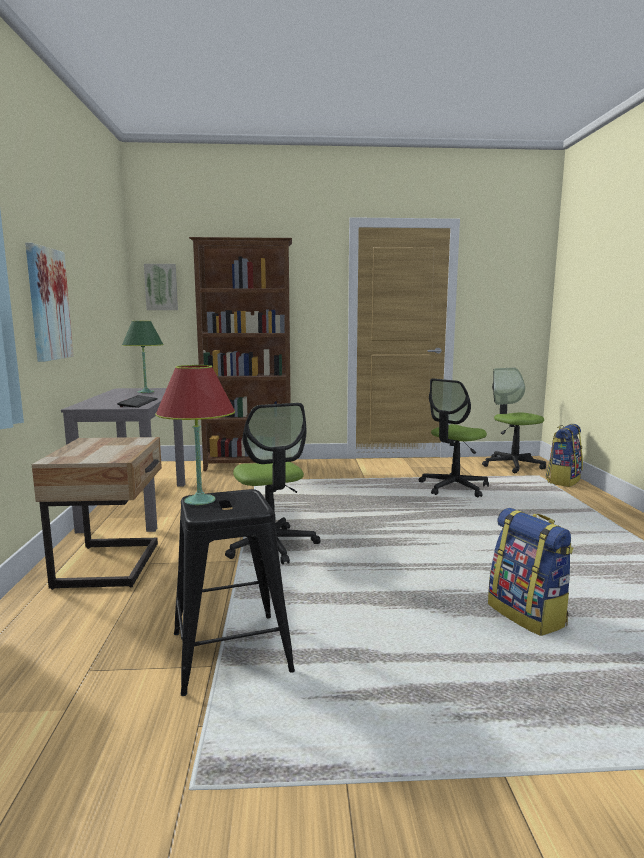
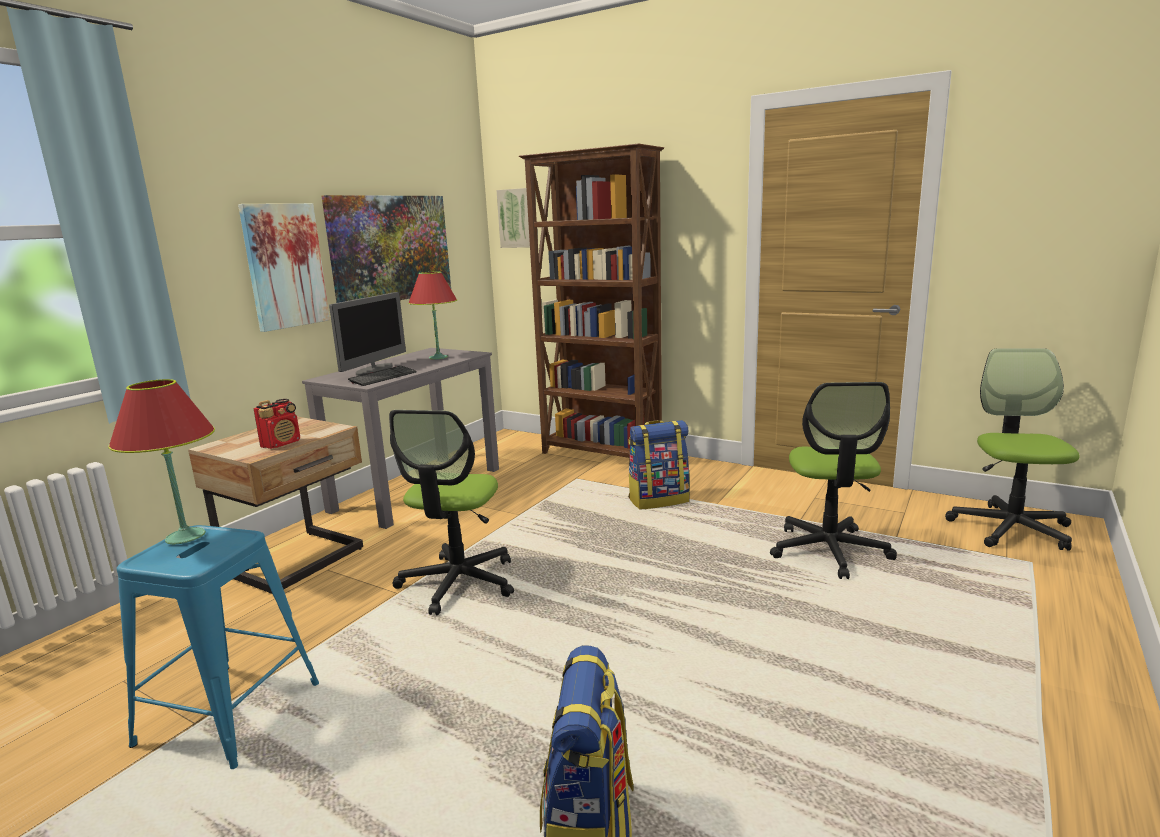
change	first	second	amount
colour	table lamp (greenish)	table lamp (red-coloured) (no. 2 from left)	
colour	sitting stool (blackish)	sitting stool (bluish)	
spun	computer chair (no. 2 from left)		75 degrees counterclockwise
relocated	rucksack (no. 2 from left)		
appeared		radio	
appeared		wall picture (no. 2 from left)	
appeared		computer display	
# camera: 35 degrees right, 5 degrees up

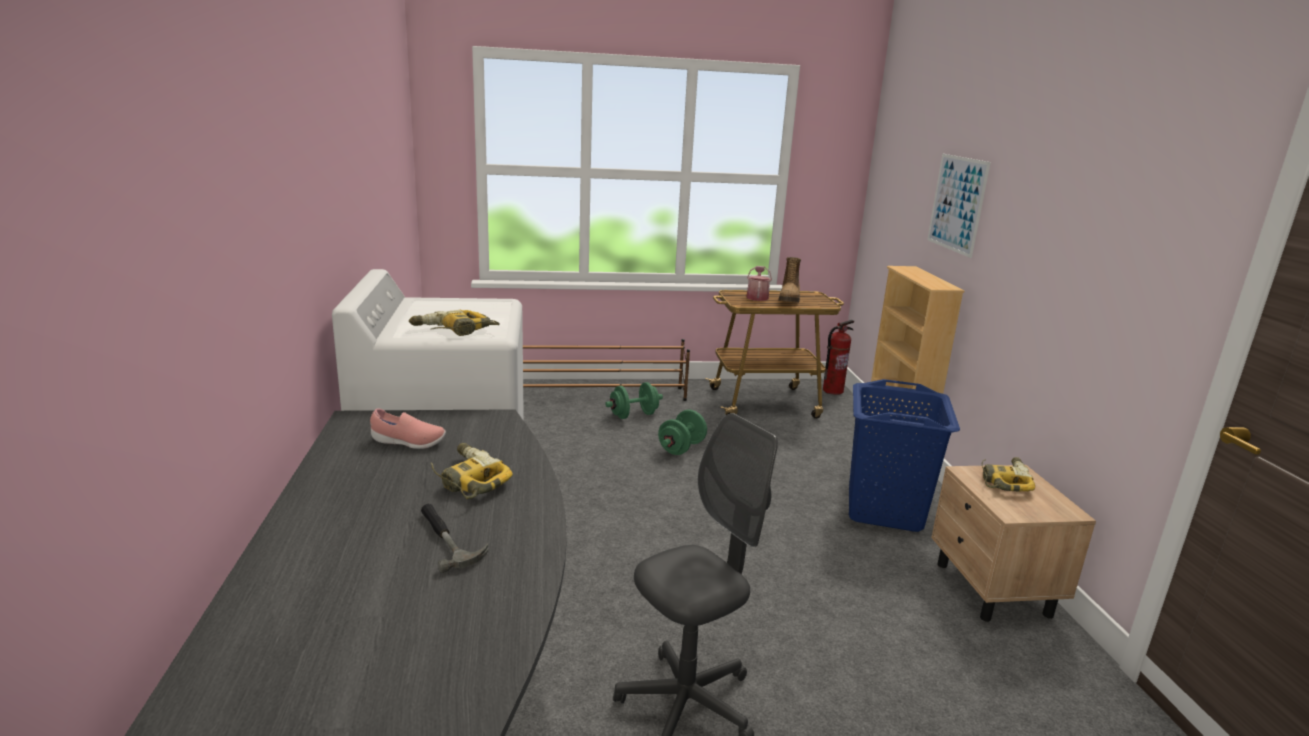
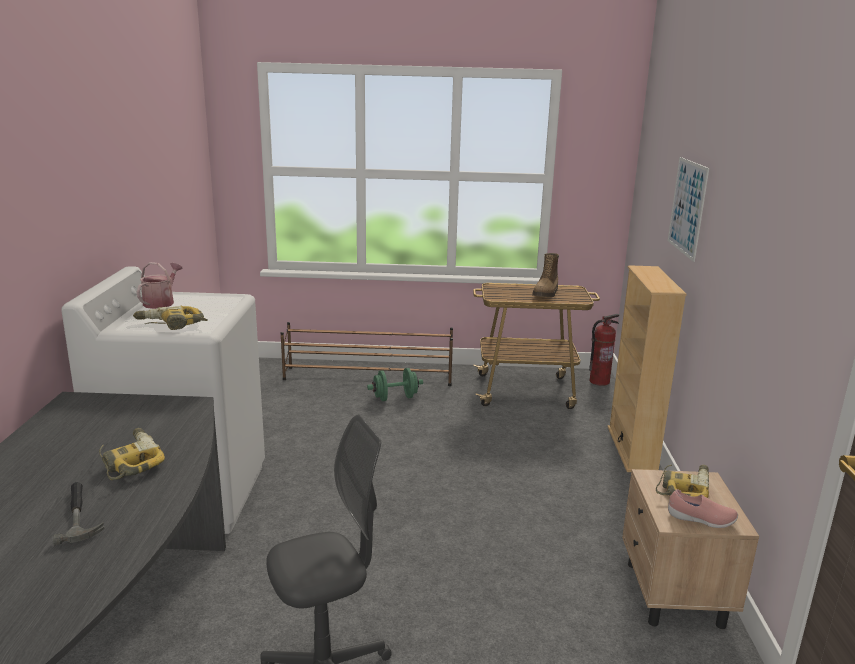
change	first	second	amount
relocated	item of footwear (pink-coloured)		
missing	dumbbell (greenish) (no. 2 from left)		
relocated	watering pot		
missing	hamper (bluish)		
# camera: 10 degrees right, 0 degrees up

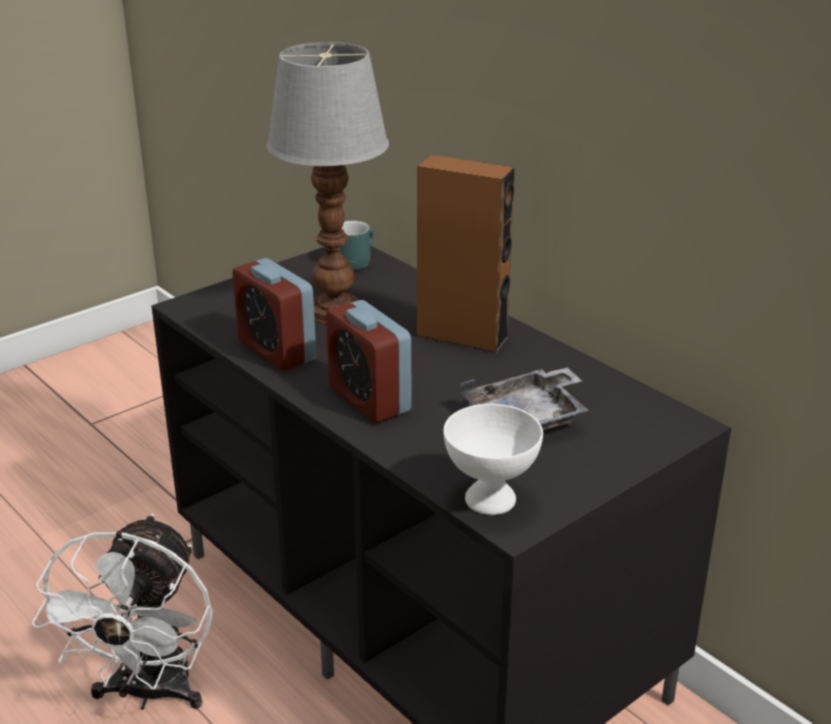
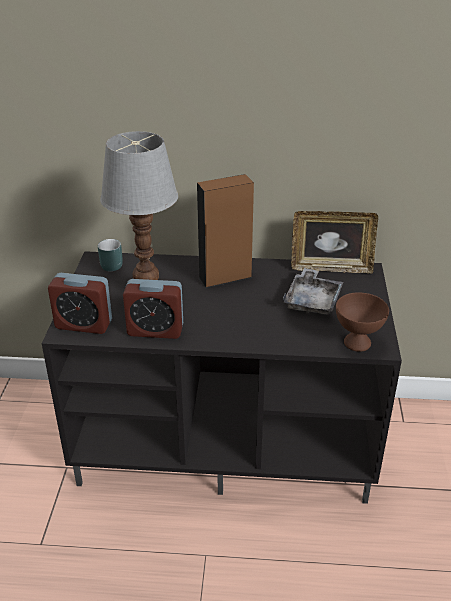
change	first	second	amount
missing	electric fan (white-coloured)		
relocated	table clock (no. 2 from left in the first image)	table clock (no. 1 from left)	
colour	deep dish (white-coloured)	deep dish (brown-coloured)	
appeared		standing frame	
# camera: 45 degrees left, 5 degrees up

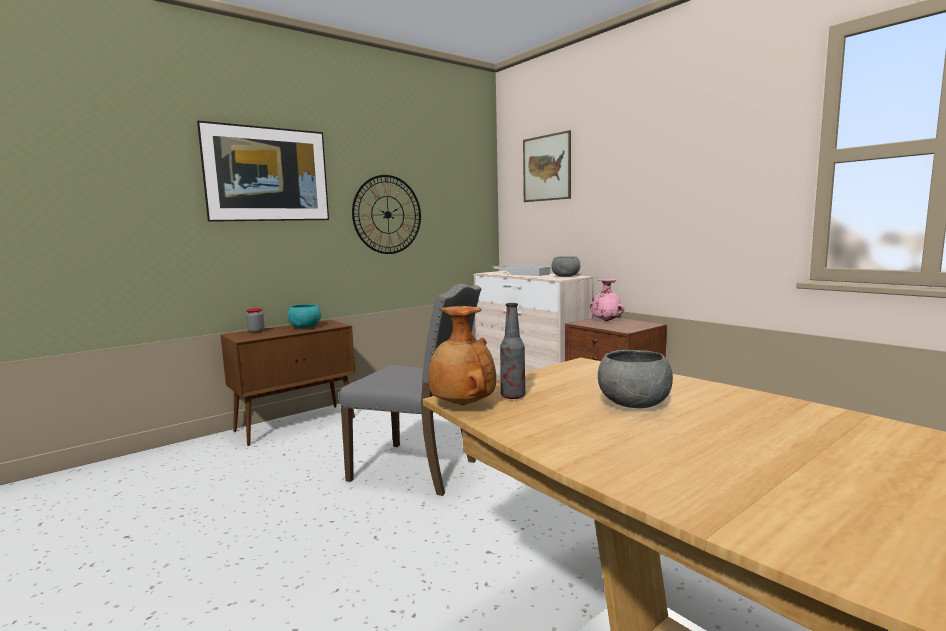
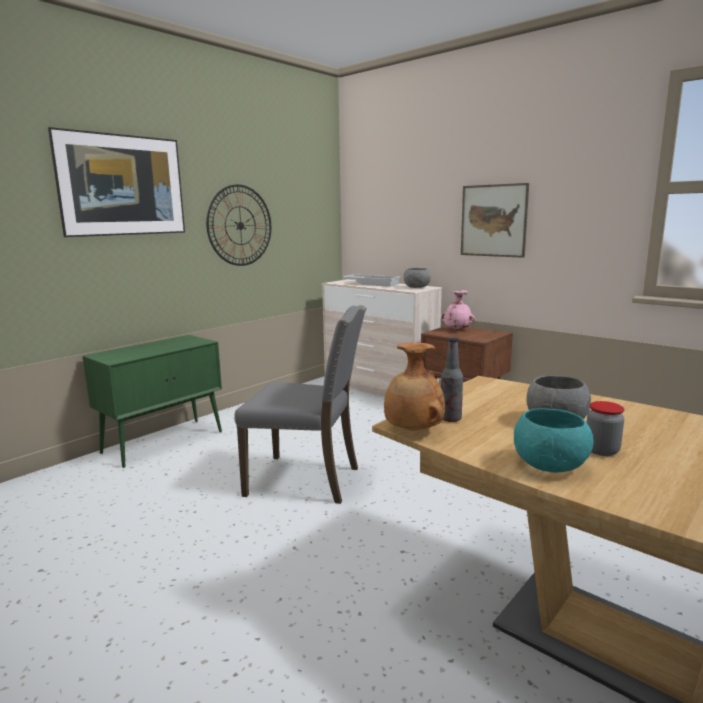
change	first	second	amount
colour	cabinet (brown-coloured)	cabinet (greenish)	
relocated	jar		
relocated	deep dish (blue-green)		
relocated	wall picture (no. 2 from left)		
# camera: 10 degrees left, 5 degrees up

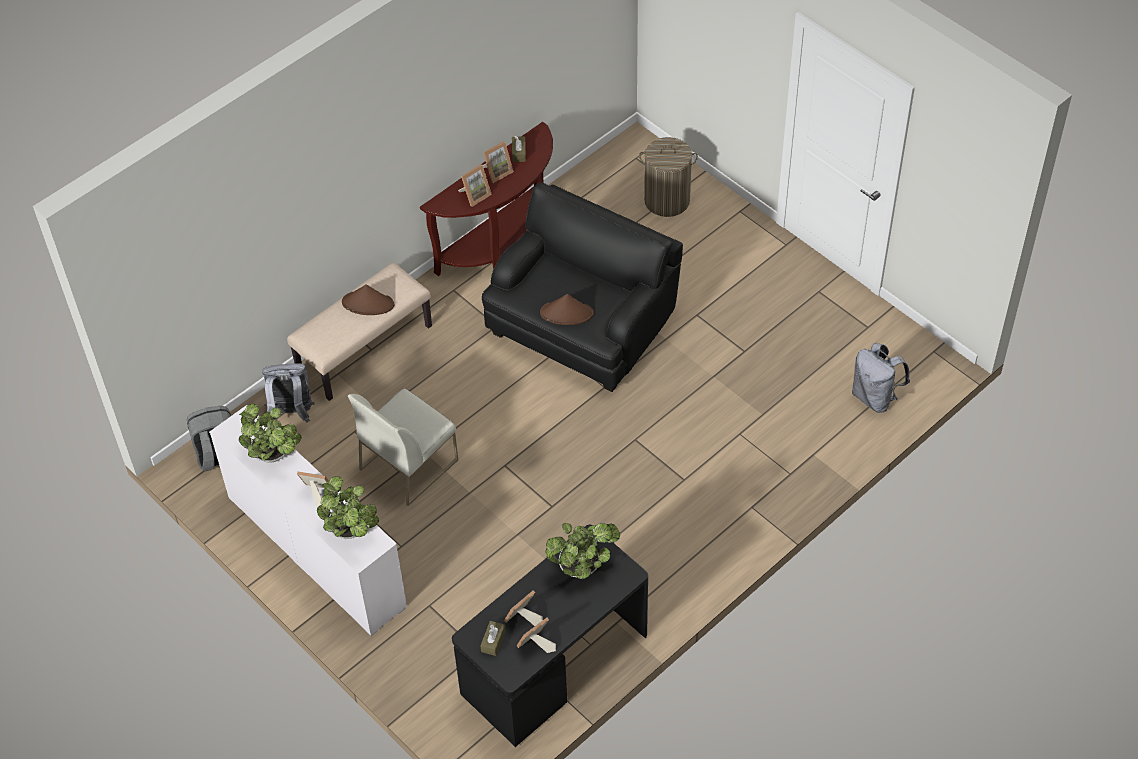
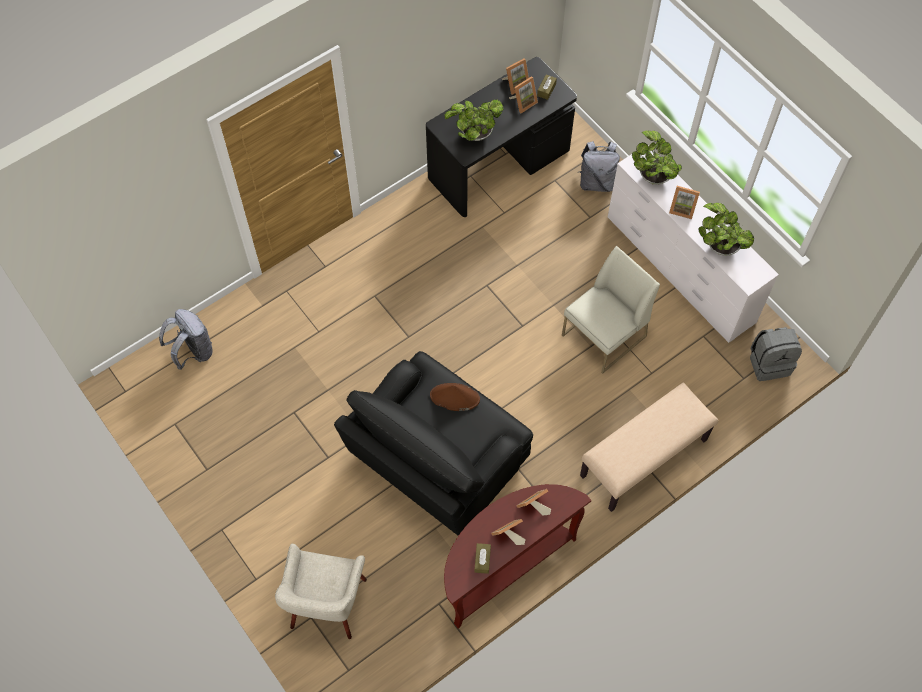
change	first	second	amount
relocated	rucksack (gray) (no. 2 from left)		
missing	clothing hat (brown-coloured) (no. 1 from left)		
exchanged	hamper	armchair (beige-coloured)	
# camera: 175 degrees left, 10 degrees up

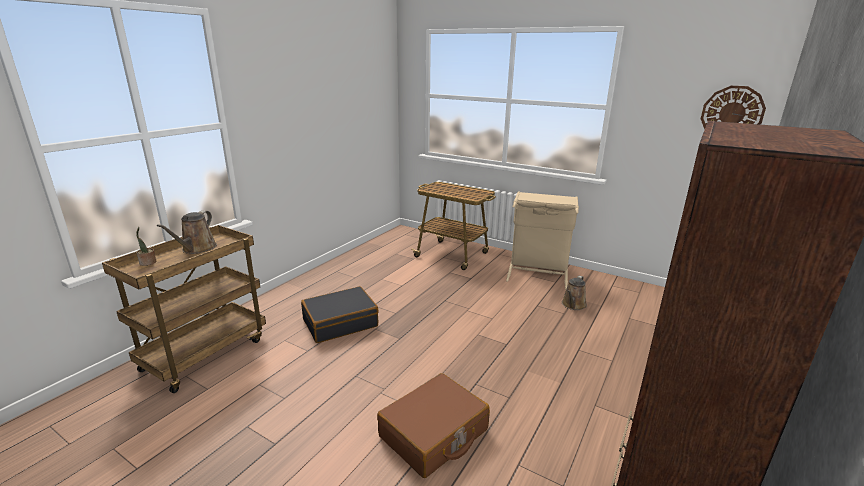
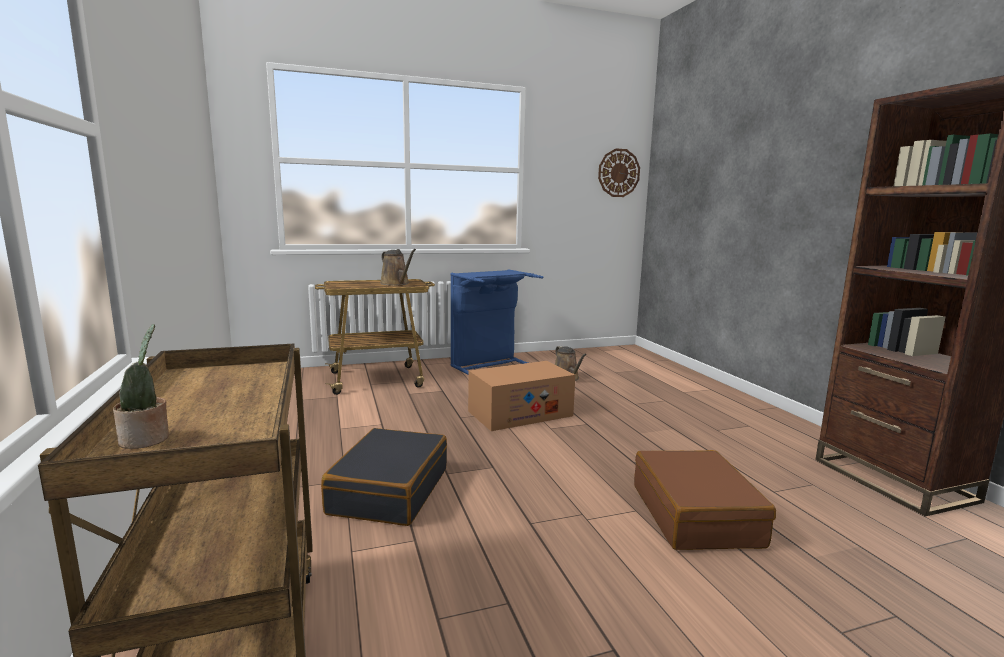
change	first	second	amount
relocated	watering pot (brown-coloured) (no. 1 from left)		
colour	hamper (beige-coloured)	hamper (bluish)	
appeared		cardboard box	
# camera: 50 degrees left, 10 degrees down

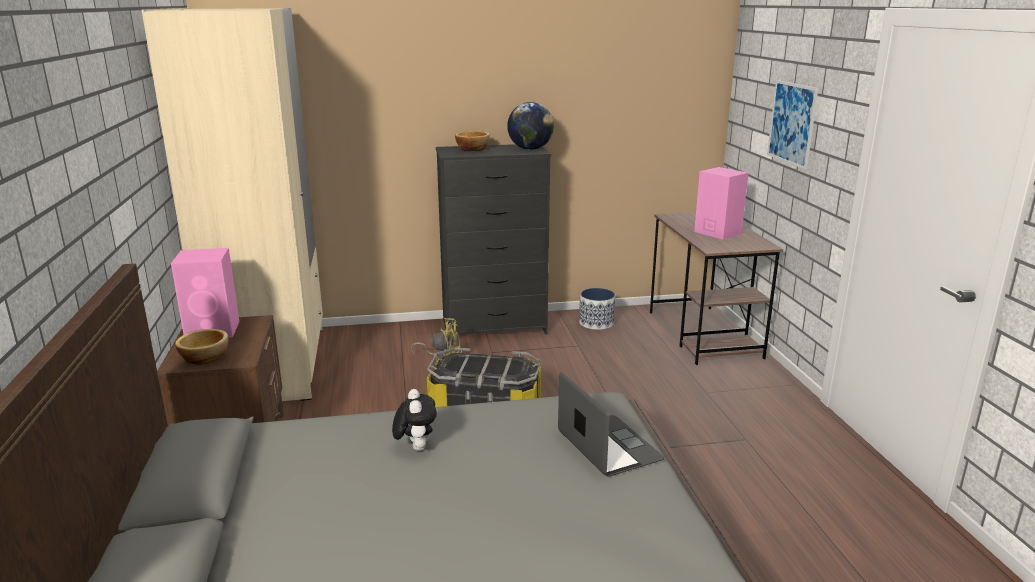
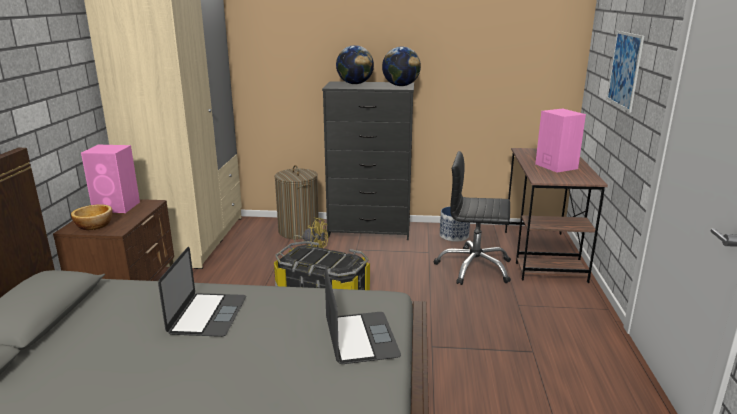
change	first	second	amount
exchanged	cuddly toy	laptop (no. 1 from left)	
exchanged	deep dish (no. 2 from left)	world globe (no. 1 from left)	
appeared		hamper	
appeared		computer chair (blackish)	
# camera: 15 degrees right, 0 degrees up

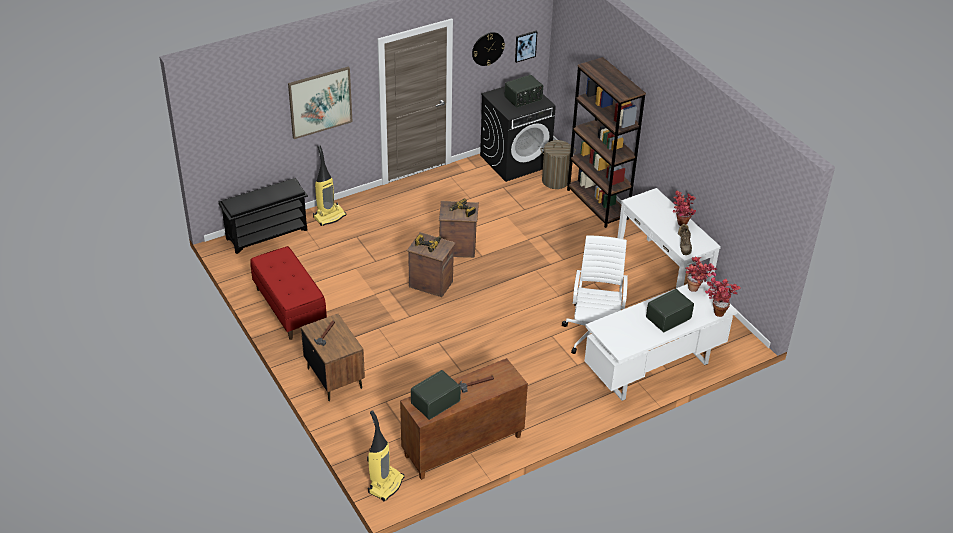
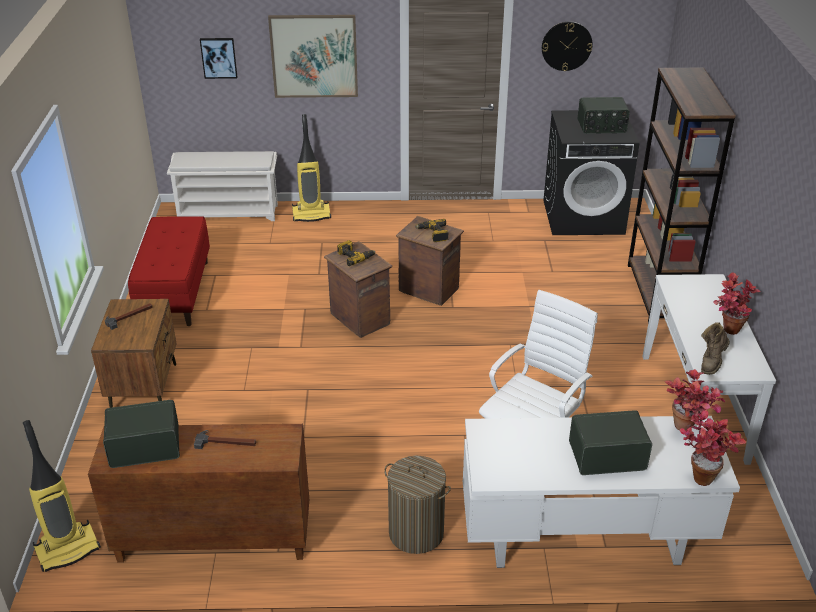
change	first	second	amount
colour	shoe stand (blackish)	shoe stand (white-coloured)	
relocated	wall picture (no. 2 from left in the first image)	wall picture (no. 1 from left)	
relocated	hamper		
# camera: 30 degrees right, 5 degrees down

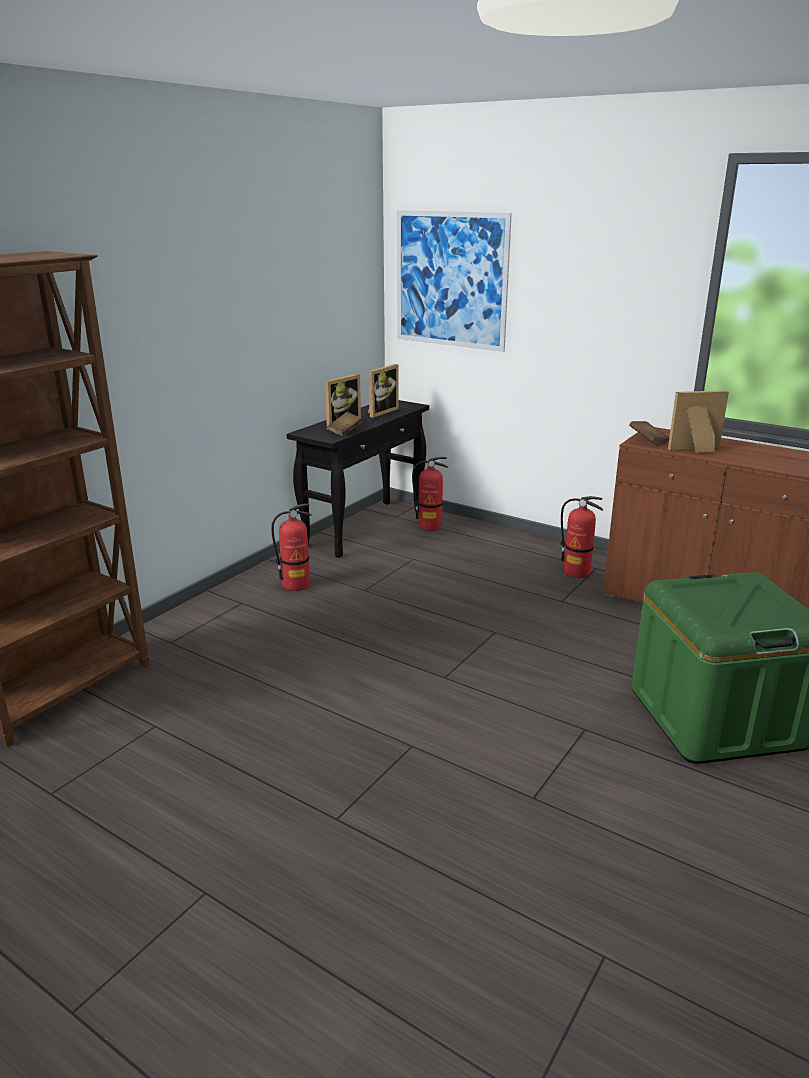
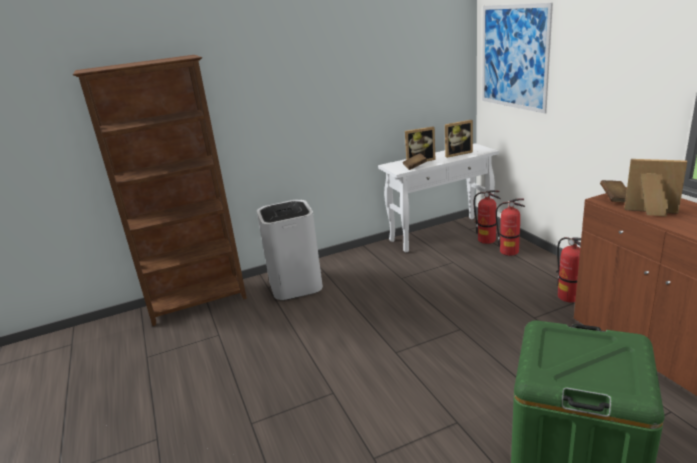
change	first	second	amount
relocated	fire extinguisher (no. 1 from left in the first image)	fire extinguisher (no. 2 from left)	
colour	console table (blackish)	console table (white-coloured)	
appeared		trash can (white-coloured)	
# camera: 35 degrees right, 0 degrees up

